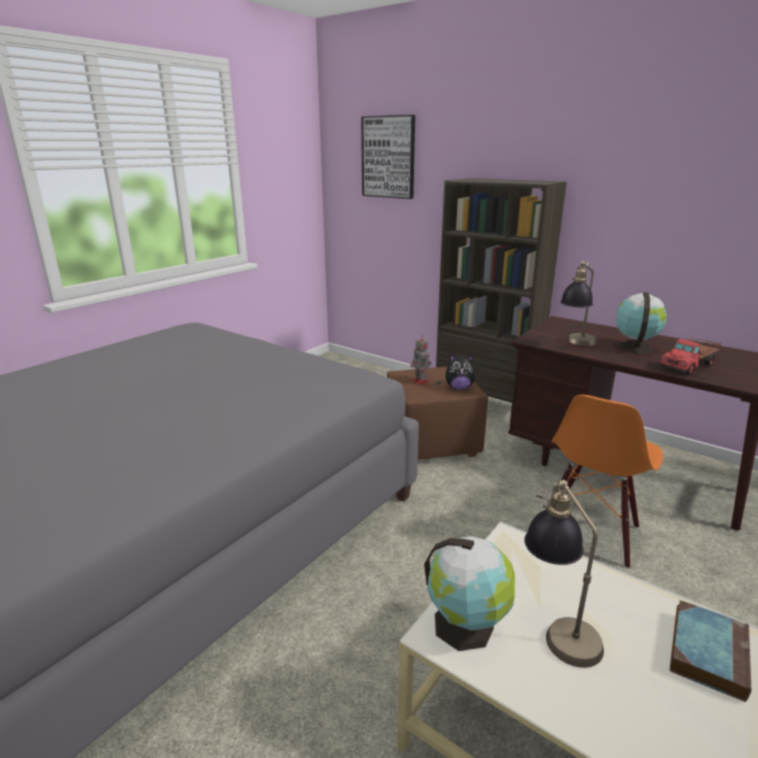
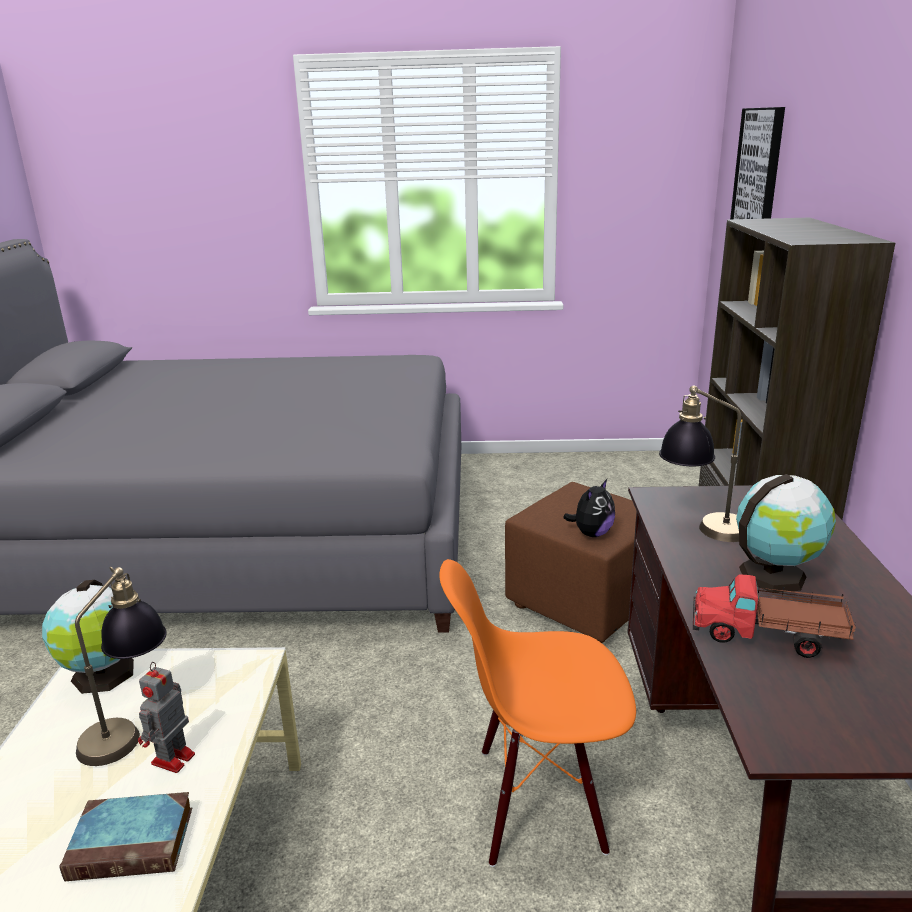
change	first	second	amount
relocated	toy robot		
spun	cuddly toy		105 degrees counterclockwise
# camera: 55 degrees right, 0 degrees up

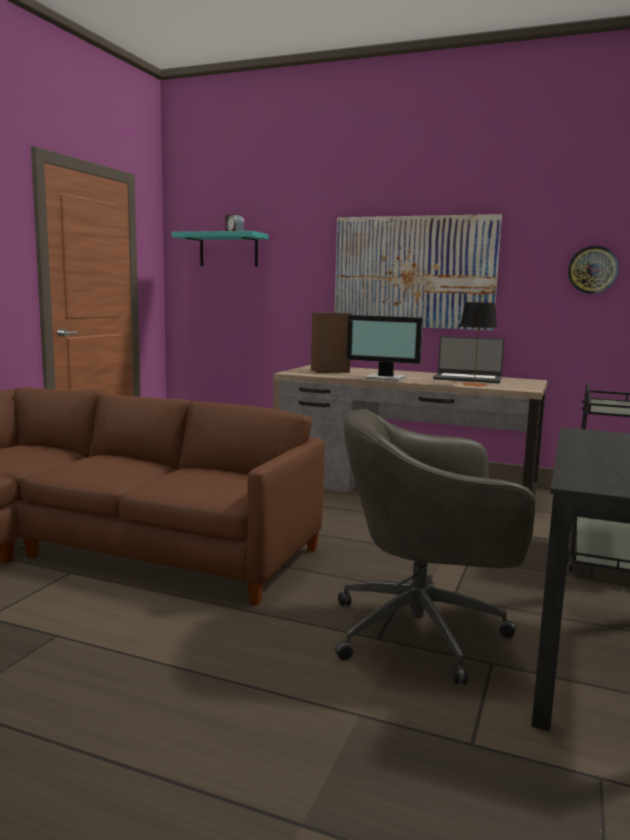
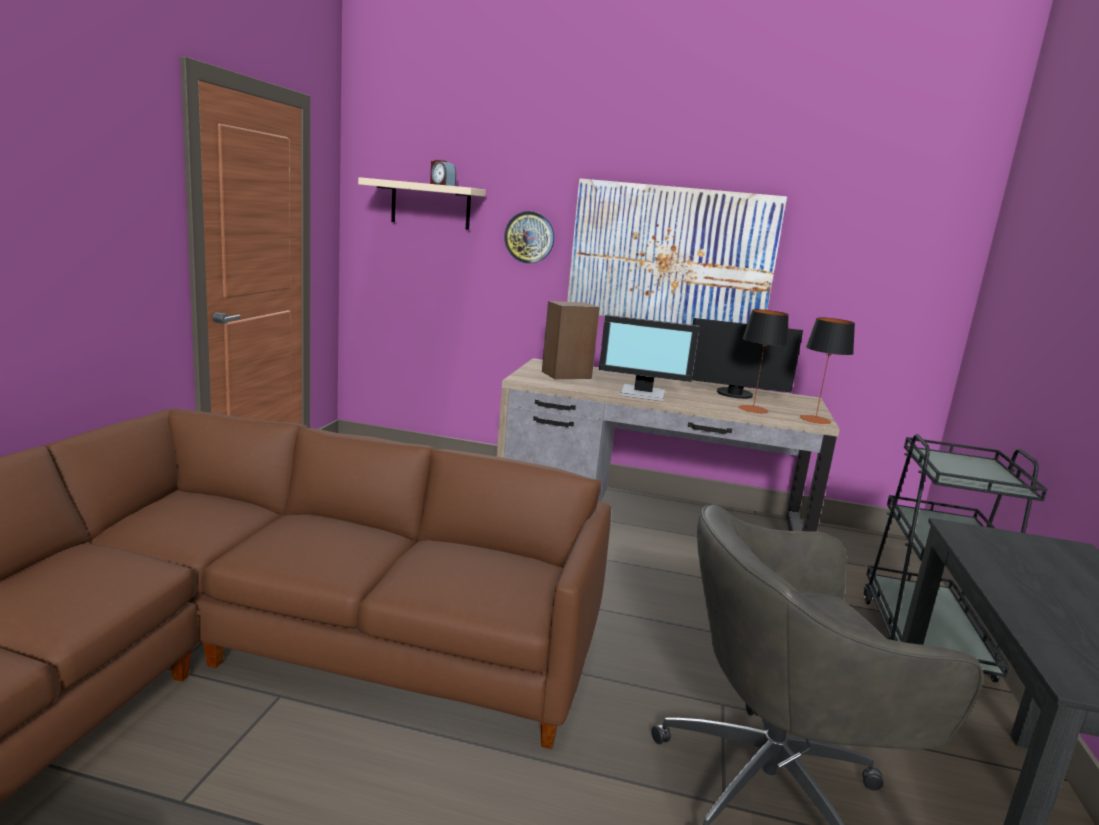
change	first	second	amount
colour	bracket shelf (blue-green)	bracket shelf (beige-coloured)	
exchanged	laptop	computer display (no. 2 from left)	
relocated	hanging clock		
appeared		table lamp (no. 2 from left)	
# camera: 10 degrees left, 5 degrees up

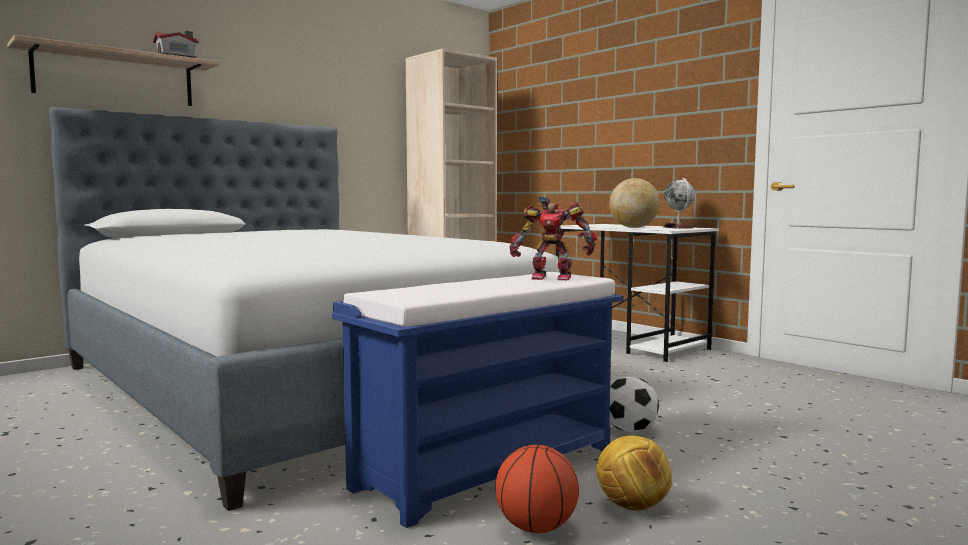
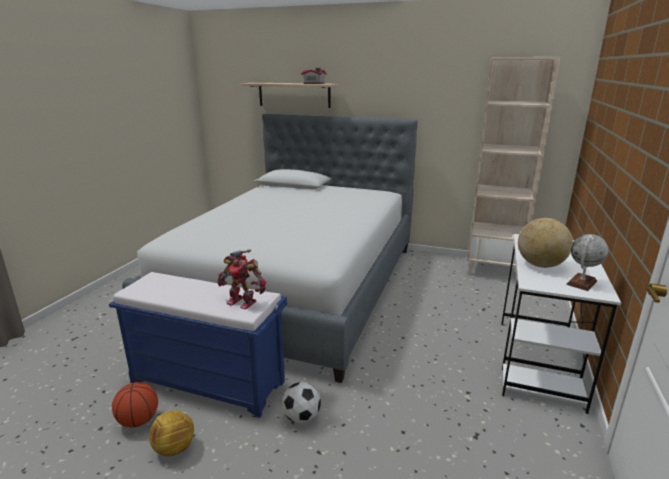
change	first	second	amount
spun	toy robot		45 degrees counterclockwise
# camera: 60 degrees right, 15 degrees up

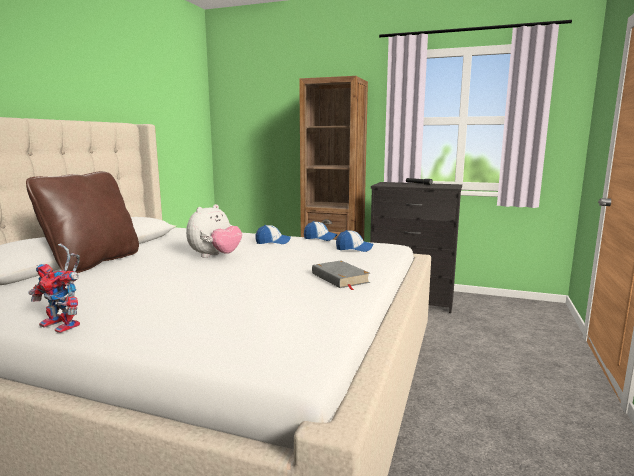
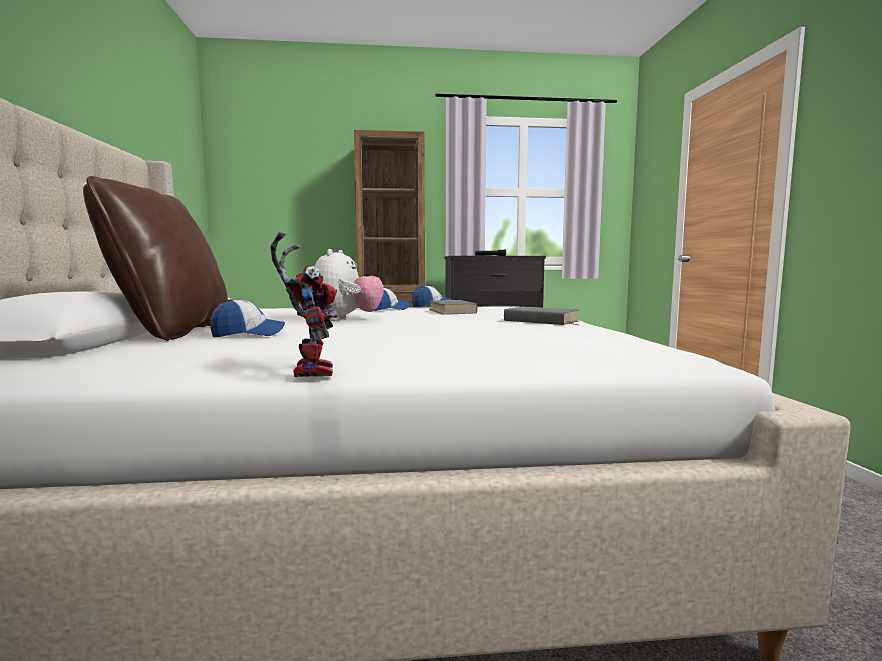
change	first	second	amount
spun	toy robot		105 degrees counterclockwise
relocated	peaked cap (no. 3 from left in the first image)	peaked cap (no. 1 from left)	
appeared		book (gray) (no. 1 from left)	
# camera: 25 degrees left, 5 degrees down

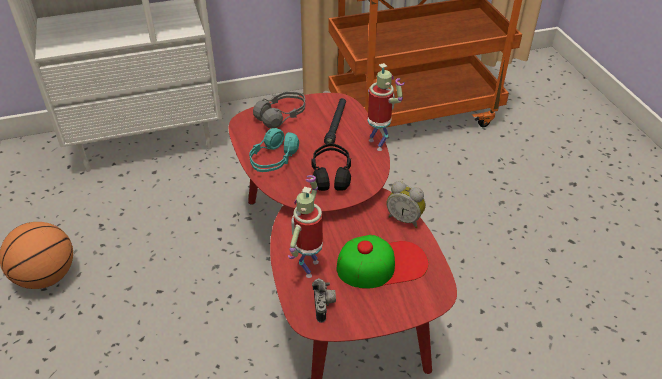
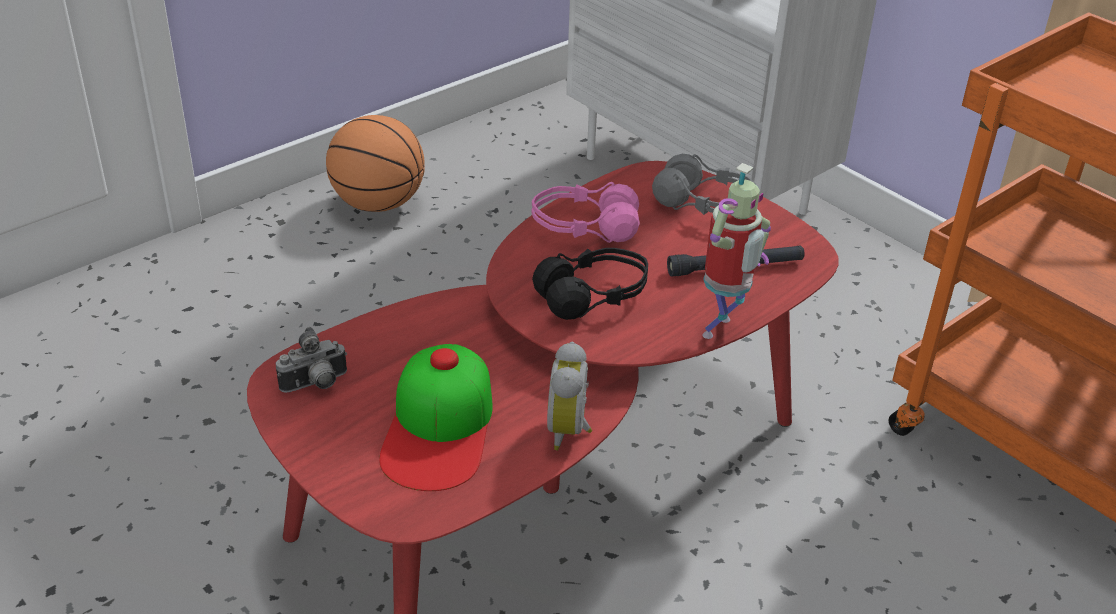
change	first	second	amount
colour	pair of headphones (blue-green)	pair of headphones (pink-coloured)	
missing	toy robot (no. 1 from left)		
spun	peaked cap		45 degrees clockwise
# camera: 65 degrees right, 5 degrees down

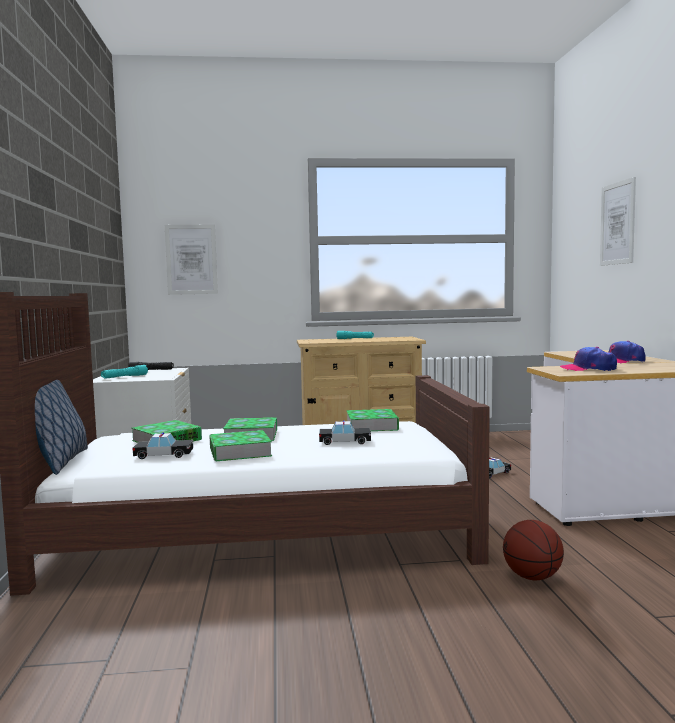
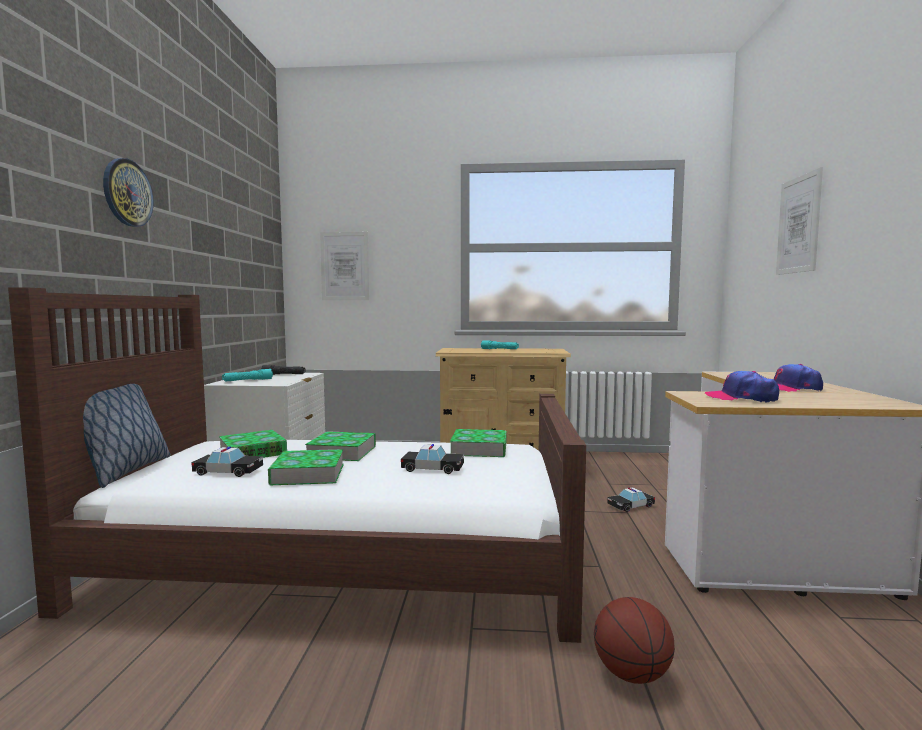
change	first	second	amount
appeared		hanging clock	
# camera: 10 degrees right, 0 degrees up

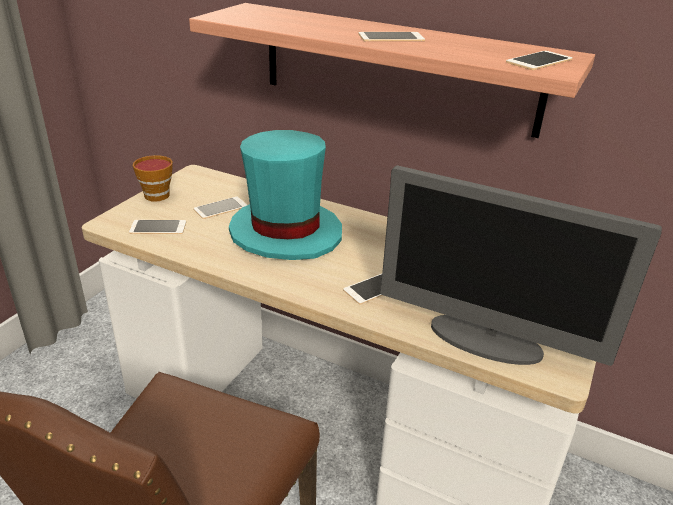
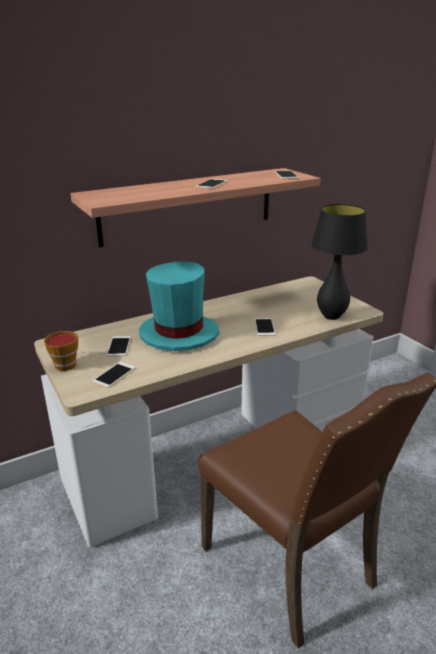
change	first	second	amount
exchanged	computer display	table lamp (blackish)	
# camera: 55 degrees left, 5 degrees down

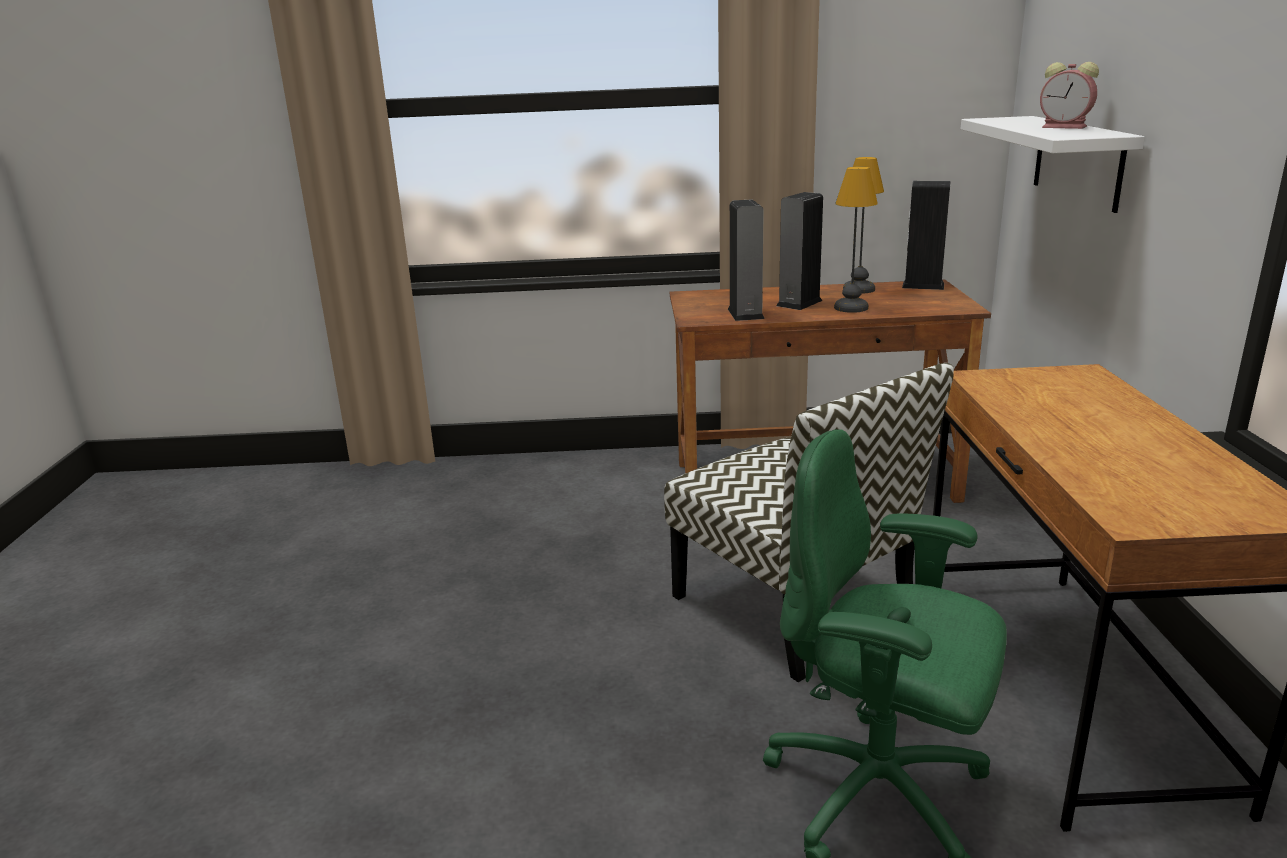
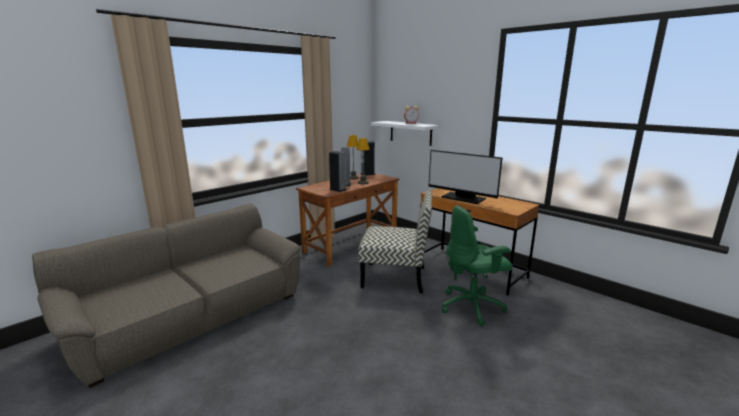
change	first	second	amount
appeared		couch	
appeared		computer display	
# camera: 45 degrees left, 5 degrees down

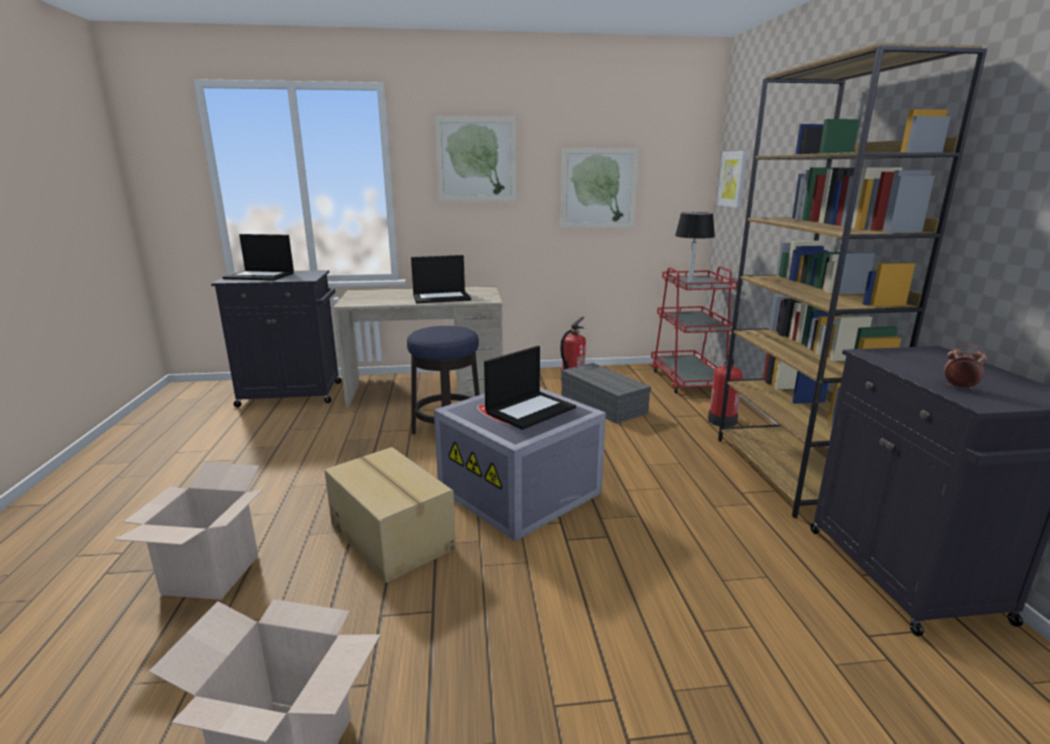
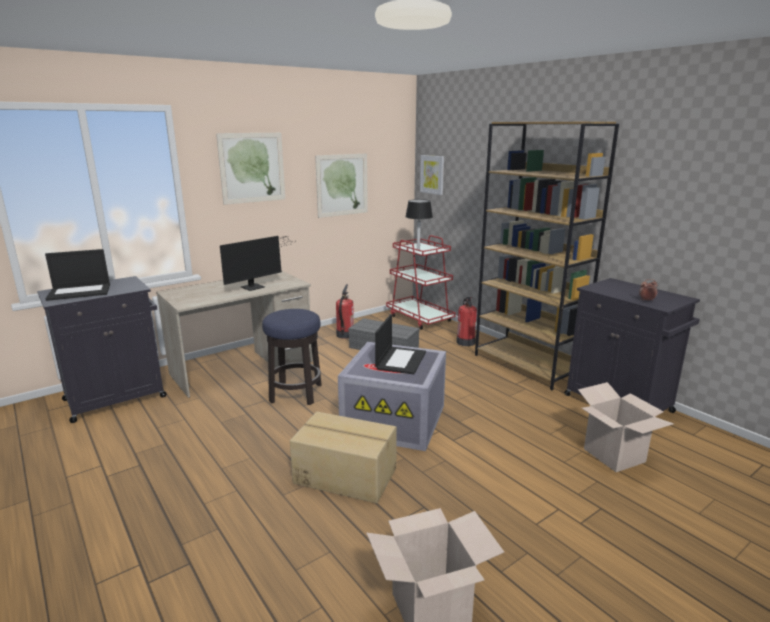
change	first	second	amount
relocated	cardboard box (no. 1 from left in the first image)	cardboard box (no. 3 from left)	
exchanged	laptop (no. 2 from left)	computer display	
# camera: 30 degrees left, 0 degrees up

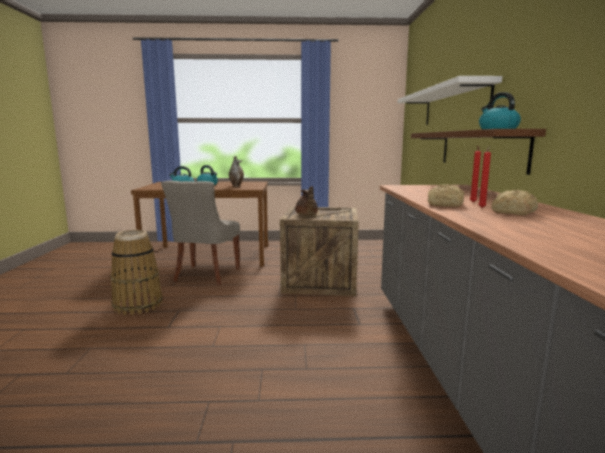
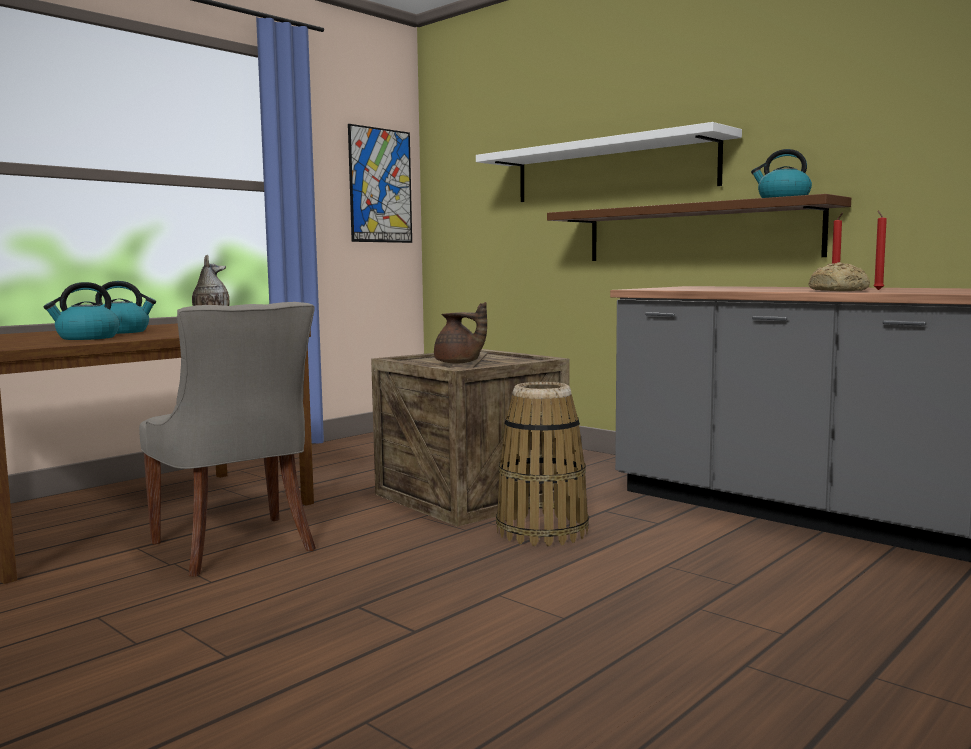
change	first	second	amount
relocated	basket		
missing	baked bread (no. 2 from left)		
appeared		wall picture	
# camera: 45 degrees left, 5 degrees down

